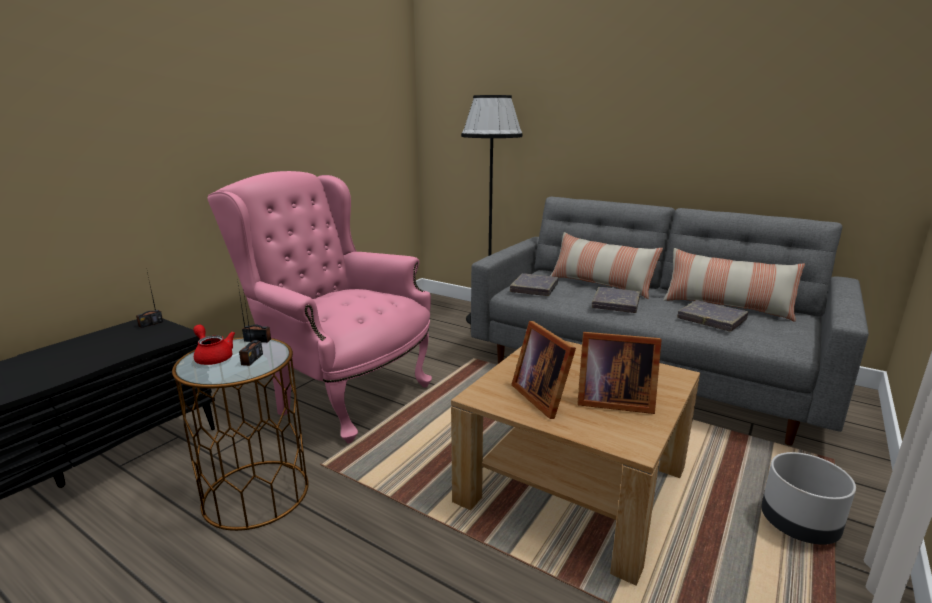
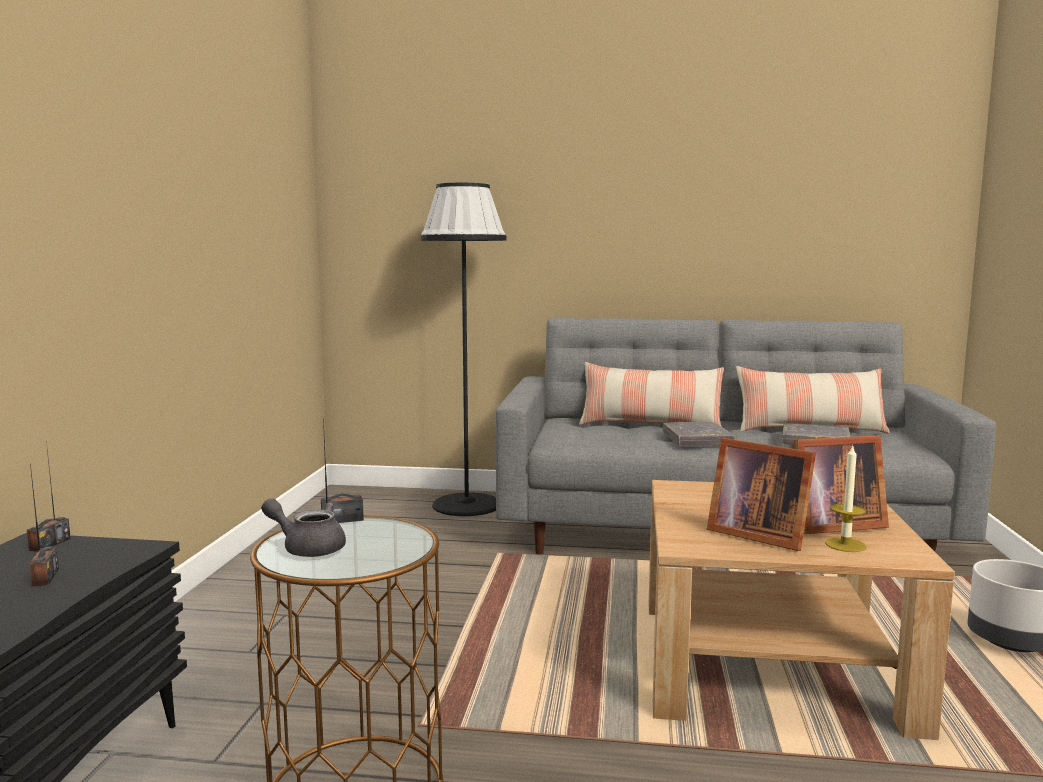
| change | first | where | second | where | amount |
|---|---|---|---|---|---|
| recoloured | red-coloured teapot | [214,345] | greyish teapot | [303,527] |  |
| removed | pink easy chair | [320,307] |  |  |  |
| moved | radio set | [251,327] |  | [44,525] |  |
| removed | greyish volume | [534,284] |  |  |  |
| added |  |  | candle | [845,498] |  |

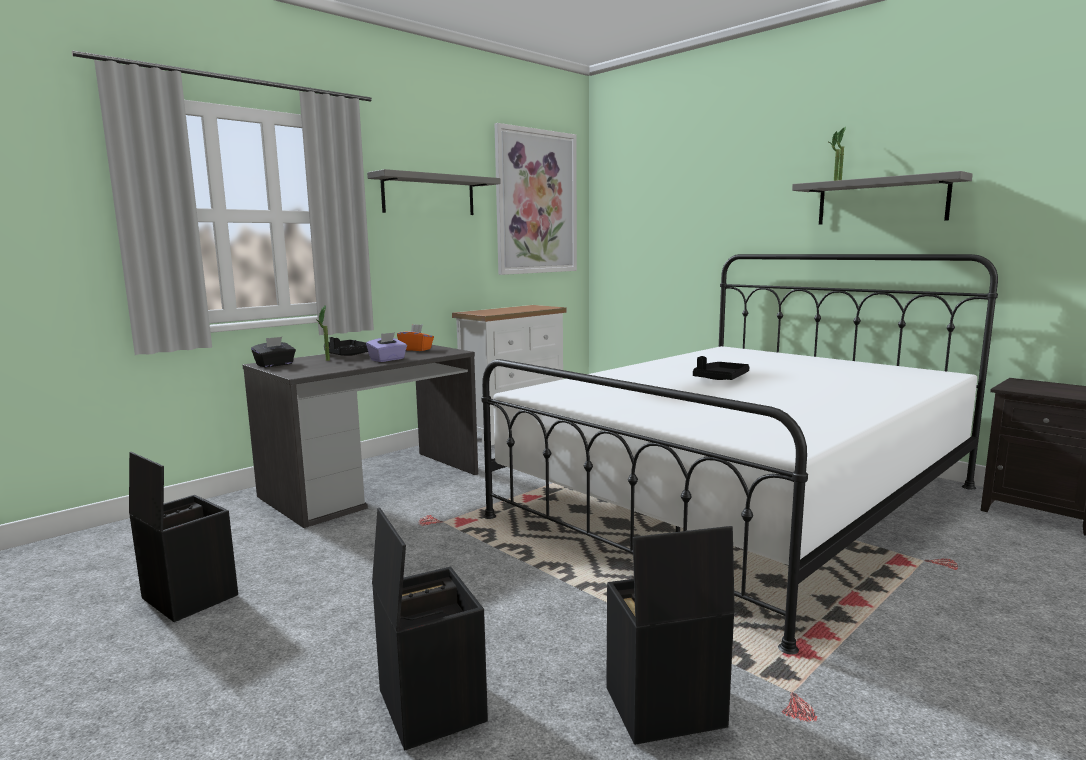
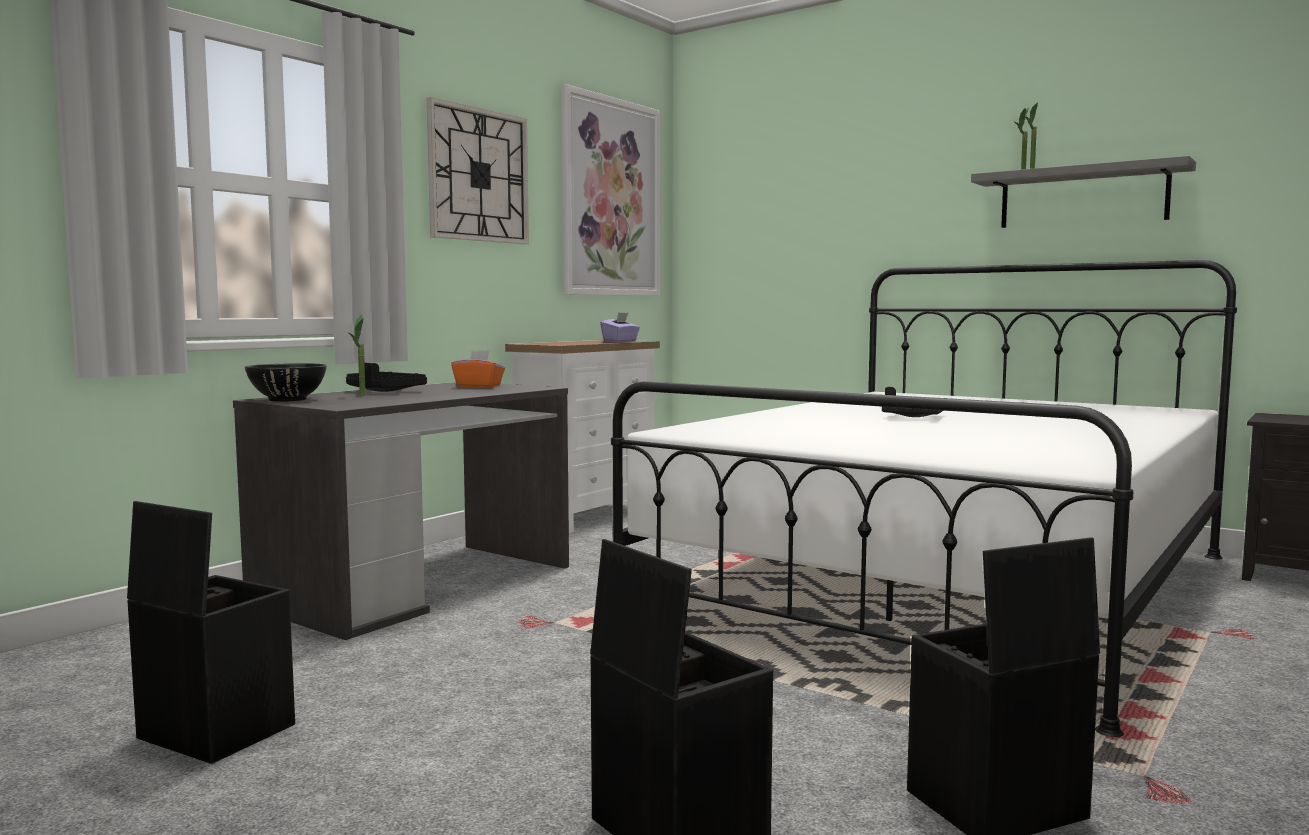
| change | first | where | second | where | amount |
|---|---|---|---|---|---|
| replaced | blackish box of tissues | [273,352] | blackish bowl | [286,382] |  |
| moved | purple box of tissues | [386,347] |  | [620,327] |  |
| replaced | greyish bracket shelf | [434,192] | wall clock | [478,170] |  |

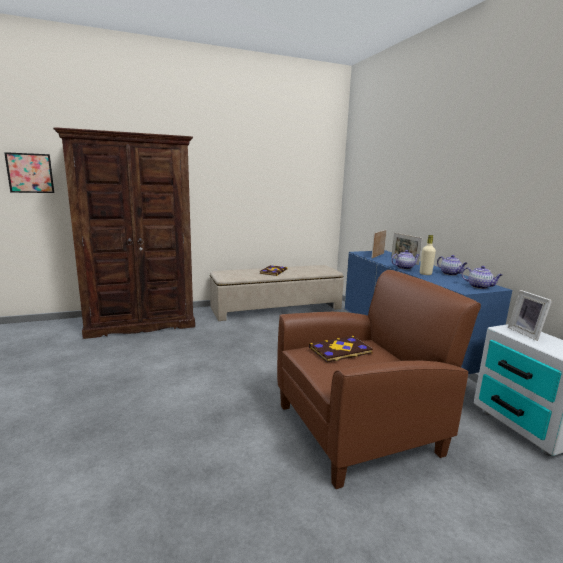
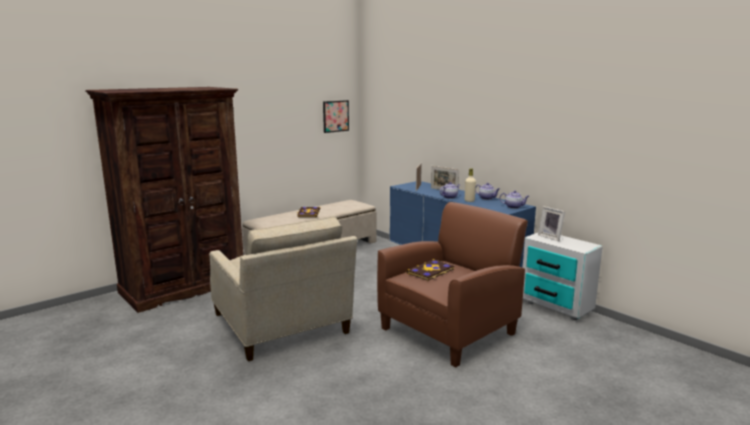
| change | first | where | second | where | amount |
|---|---|---|---|---|---|
| moved | picture | [29,172] |  | [336,116] |  |
| added |  |  | beige easy chair | [283,289] |  |

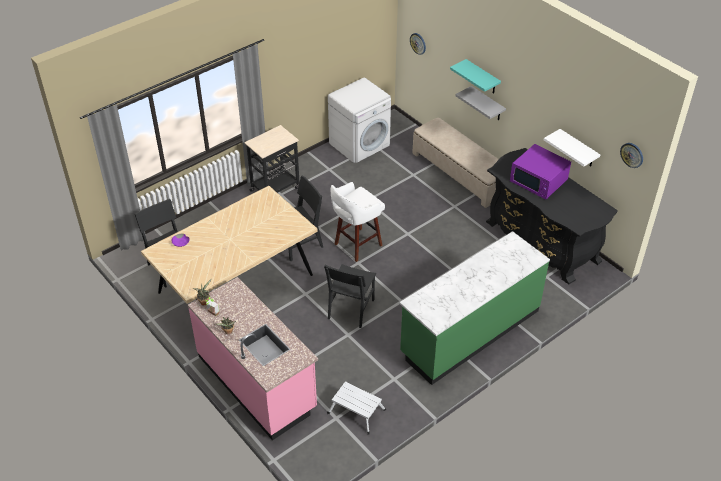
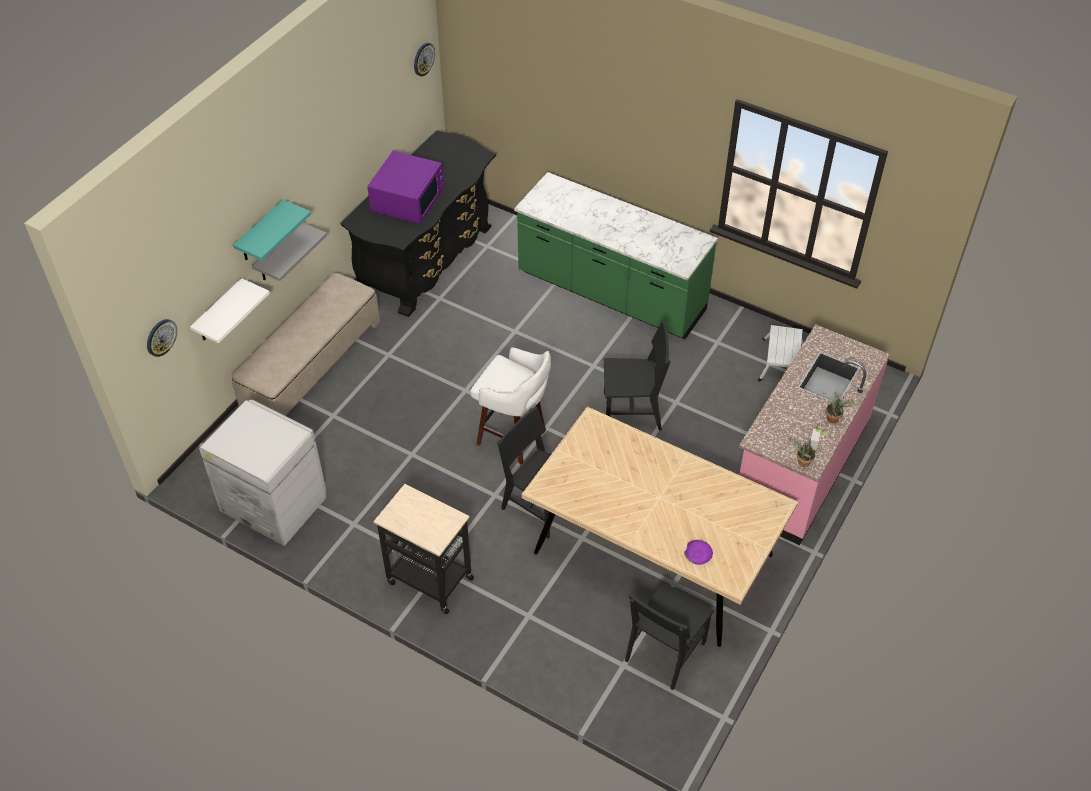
| change | first | where | second | where | amount |
|---|---|---|---|---|---|
| moved | whitish bracket shelf | [572,148] |  | [230,310] |  |

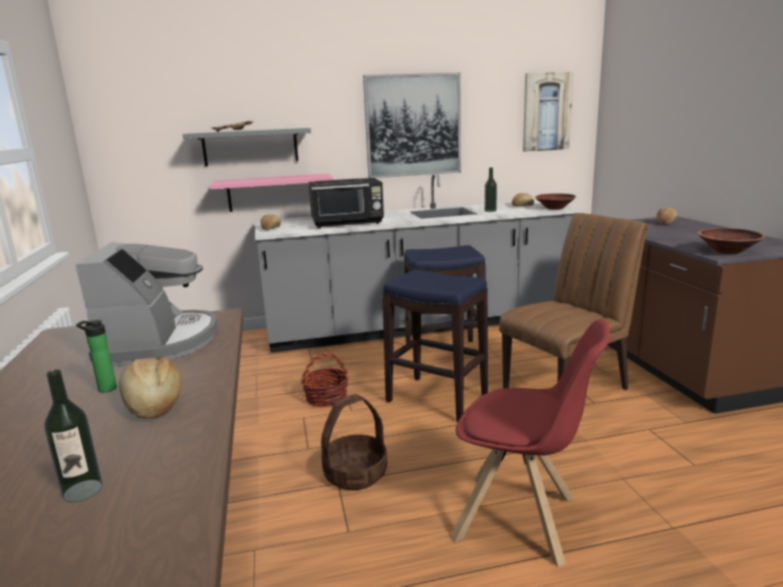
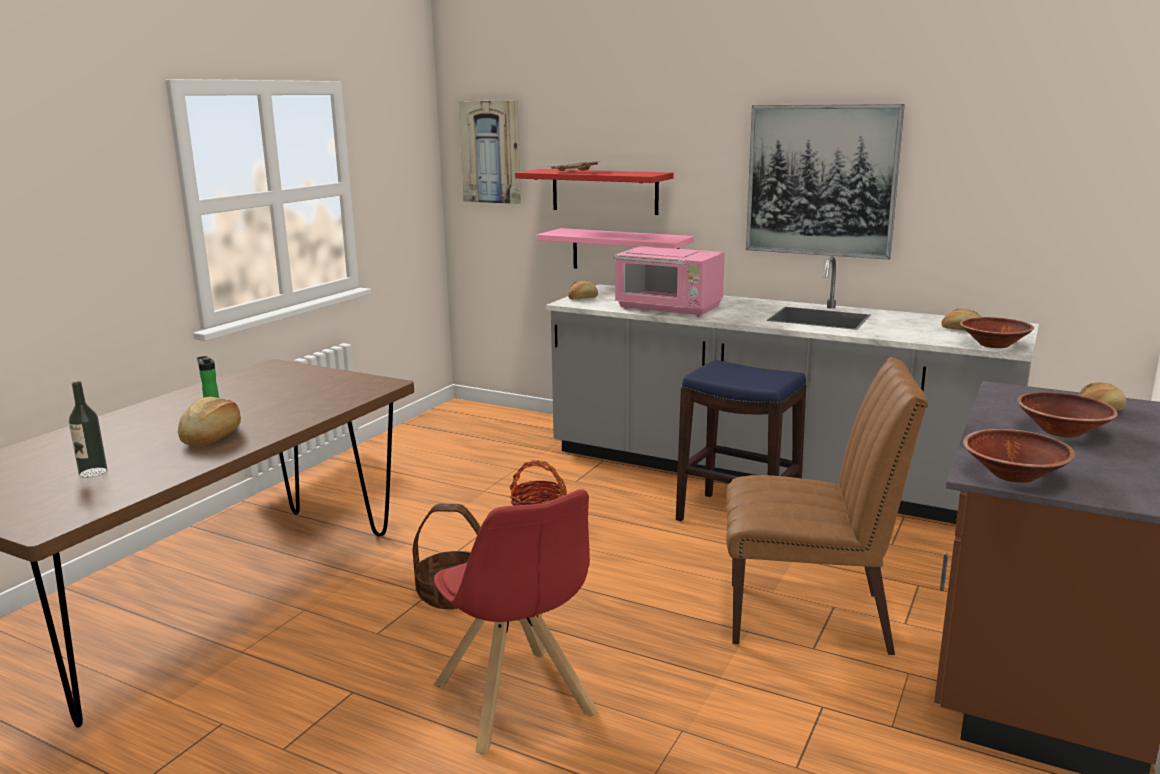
| change | first | where | second | where | amount |
|---|---|---|---|---|---|
| removed | coffee machine | [146,304] |  |  |  |
| recoloured | greyish bracket shelf | [246,147] | red-coloured bracket shelf | [594,192] |  |
| recoloured | blackish microwave | [346,203] | pink microwave | [669,281] |  |
| removed | stool | [435,345] |  |  |  |
| removed | bottle | [491,189] |  |  |  |
| moved | picture | [548,112] |  | [489,152] |  |
| added |  |  | brown bowl | [1067,415] |  |

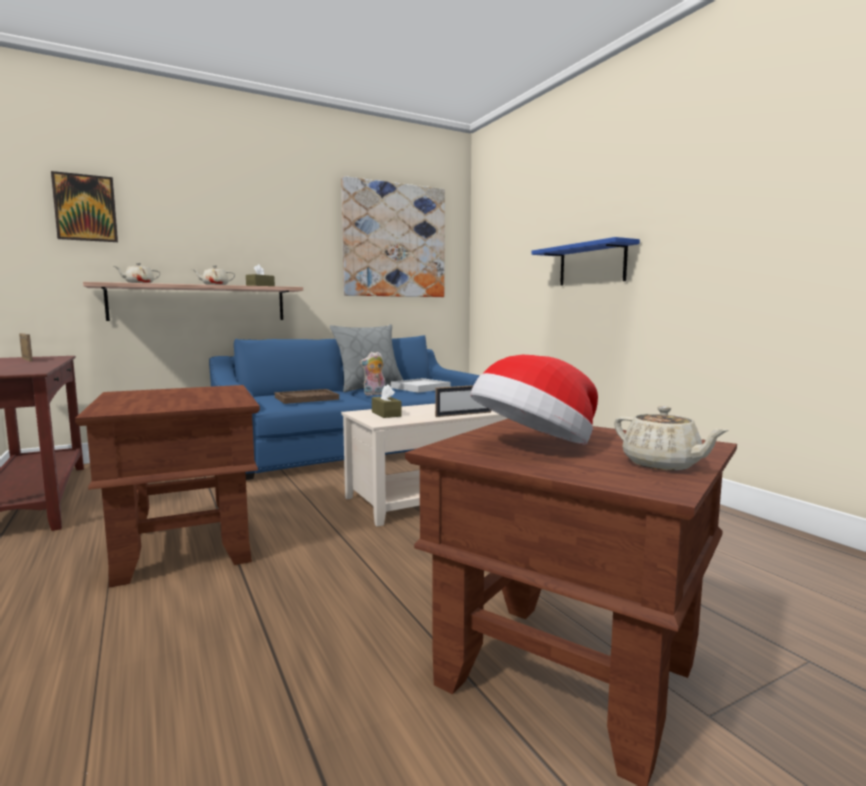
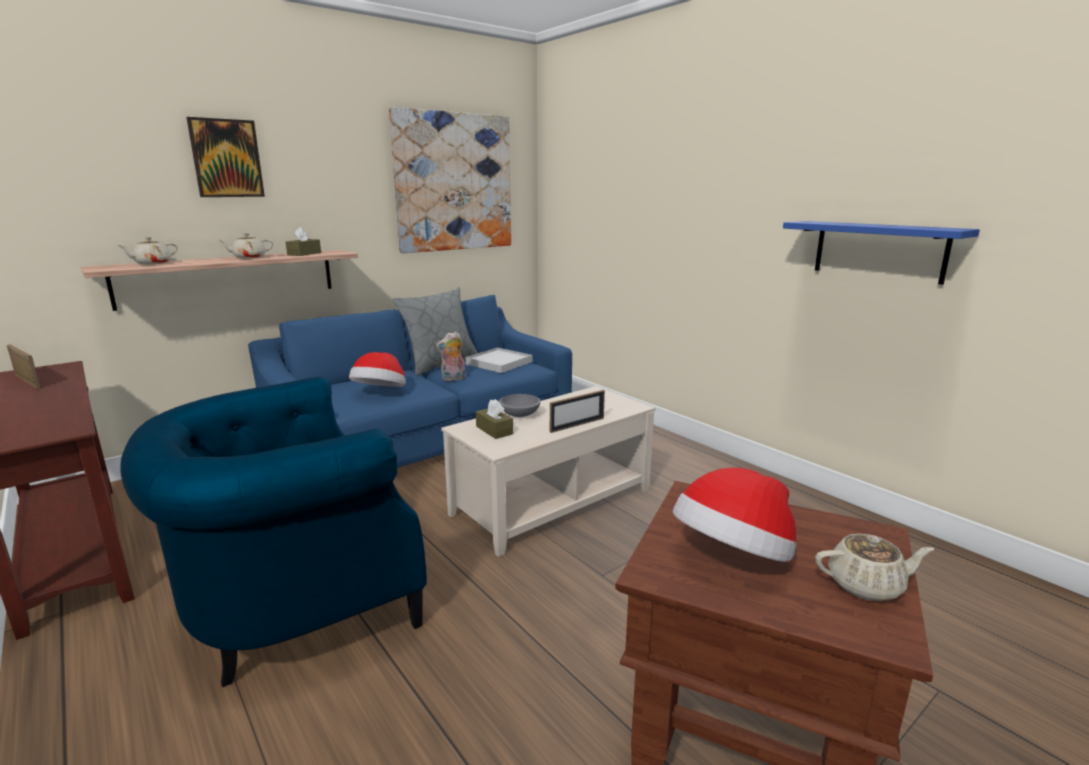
| change | first | where | second | where | amount |
|---|---|---|---|---|---|
| moved | picture | [84,206] |  | [225,157] |  |
| replaced | brown side table | [167,486] | bluish easy chair | [273,532] |  |
| replaced | brown serving tray | [307,396] | wearable hat | [377,369] |  |
| moved | bluish bracket shelf | [585,261] |  | [881,253] |  |
| turned | beige teapot | [671,438] |  | [874,567] | 45 degrees counterclockwise |
| added |  |  | greyish bowl | [520,405] |  |

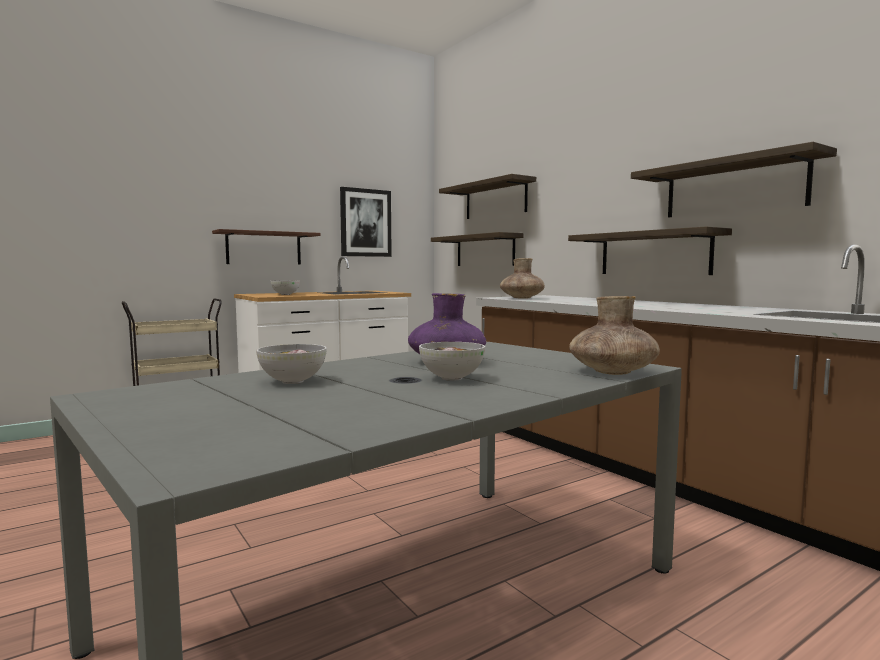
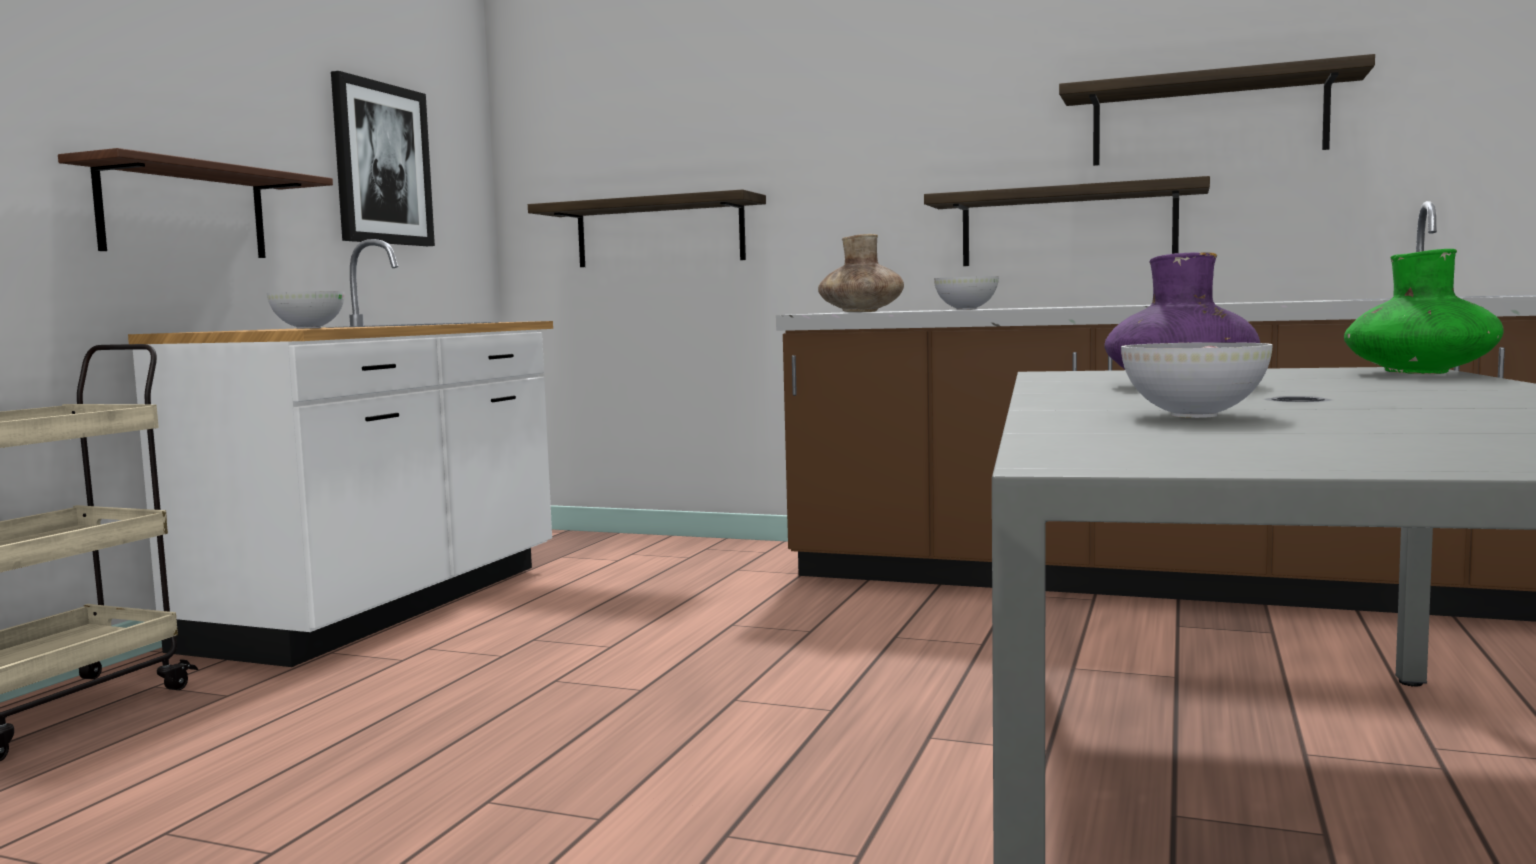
| change | first | where | second | where | amount |
|---|---|---|---|---|---|
| moved | bowl | [452,361] |  | [966,293] |  |
| removed | bracket shelf | [487,196] |  |  |  |
| recoloured | brown decorative vase | [614,335] | greenish decorative vase | [1423,311] |  |

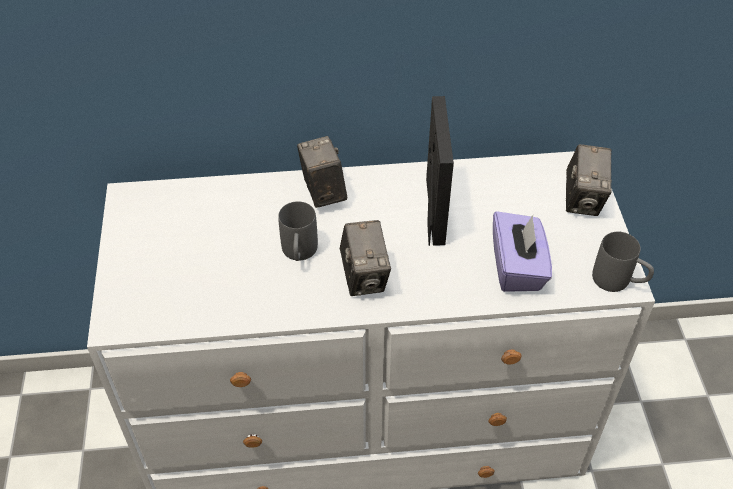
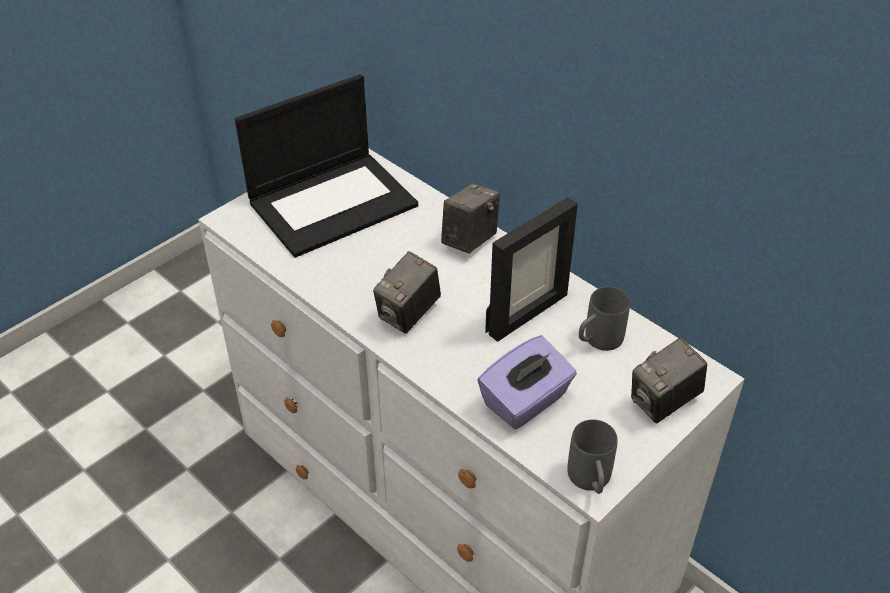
| change | first | where | second | where | amount |
|---|---|---|---|---|---|
| moved | greyish mug | [298,231] |  | [604,319] |  |
| added |  |  | laptop | [326,166] |  |

